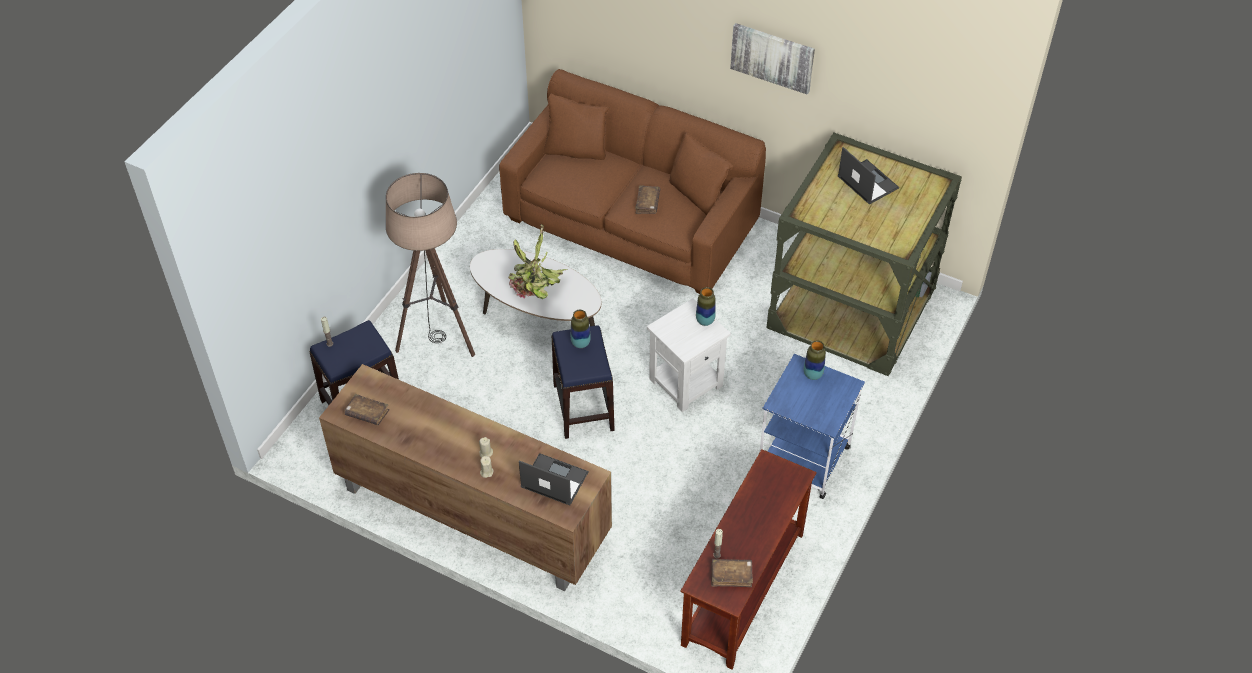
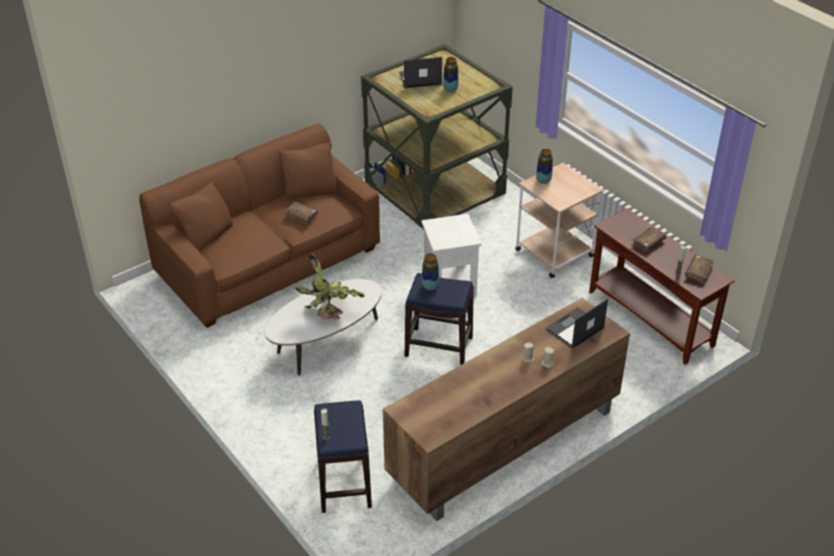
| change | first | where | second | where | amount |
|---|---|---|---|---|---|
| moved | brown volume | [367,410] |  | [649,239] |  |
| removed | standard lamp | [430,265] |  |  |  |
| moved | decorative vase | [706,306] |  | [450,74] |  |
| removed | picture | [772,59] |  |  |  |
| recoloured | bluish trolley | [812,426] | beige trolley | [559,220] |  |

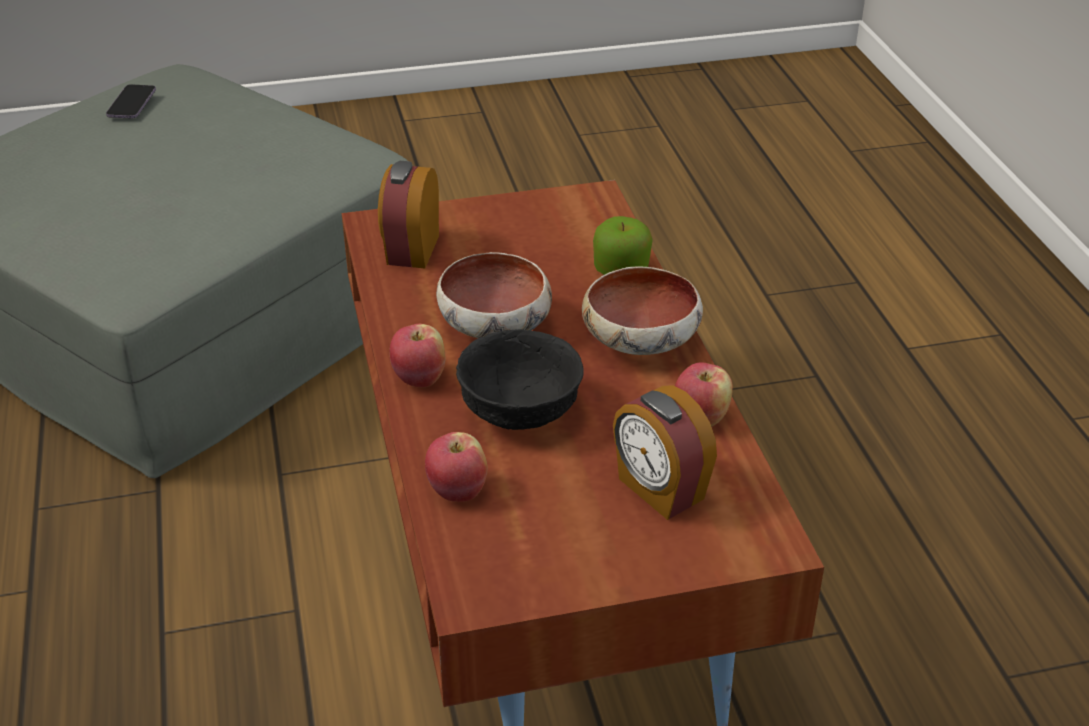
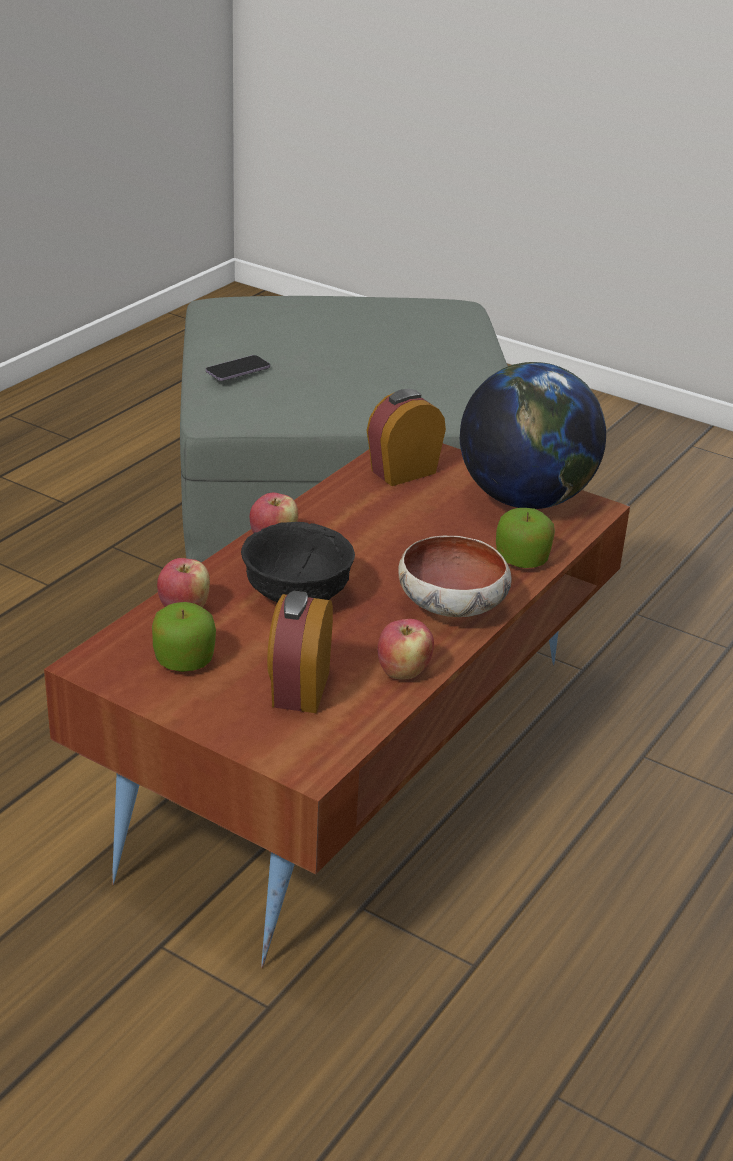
| change | first | where | second | where | amount |
|---|---|---|---|---|---|
| moved | telephone | [131,101] |  | [238,368] |  |
| removed | bowl | [494,295] |  |  |  |
| added |  |  | whole apple | [184,637] |  |
| added |  |  | desk globe | [533,435] |  |

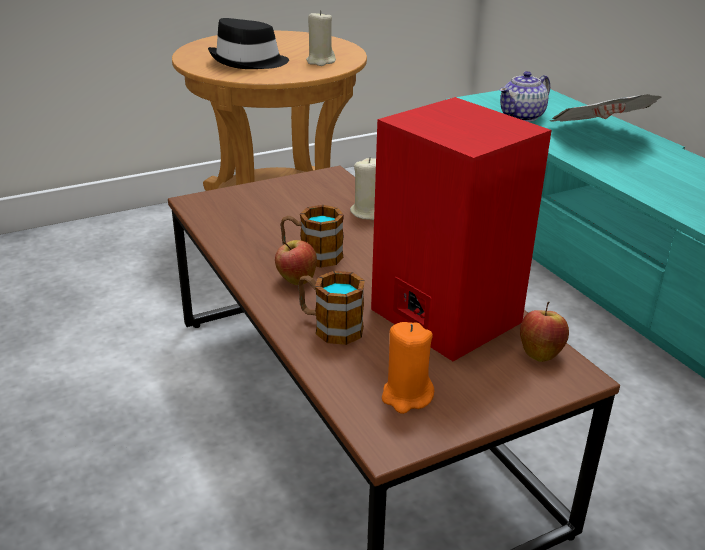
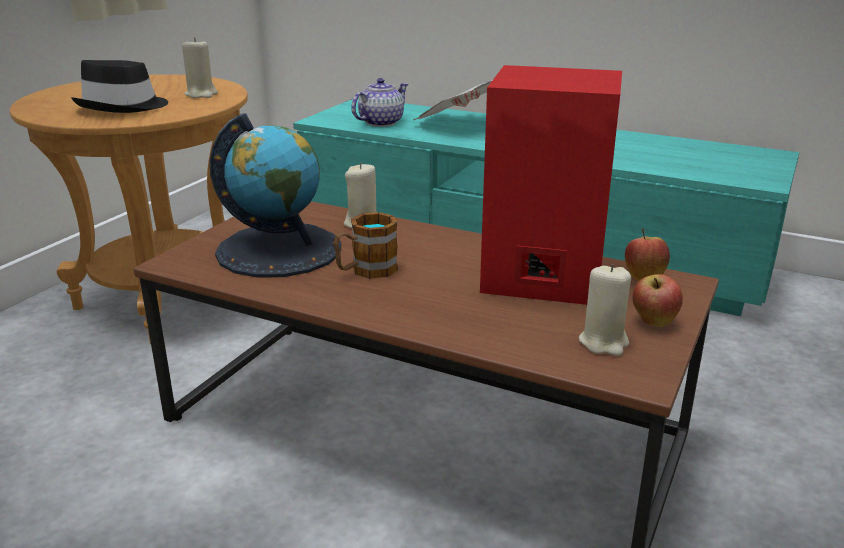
| change | first | where | second | where | amount |
|---|---|---|---|---|---|
| moved | whole apple | [296,262] |  | [657,300] |  |
| removed | mug | [331,308] |  |  |  |
| recoloured | orangey candle | [408,368] | beige candle | [605,310] |  |
| turned | teapot | [524,96] |  | [379,102] | 150 degrees counterclockwise |
| added |  |  | desk globe | [275,195] |  |

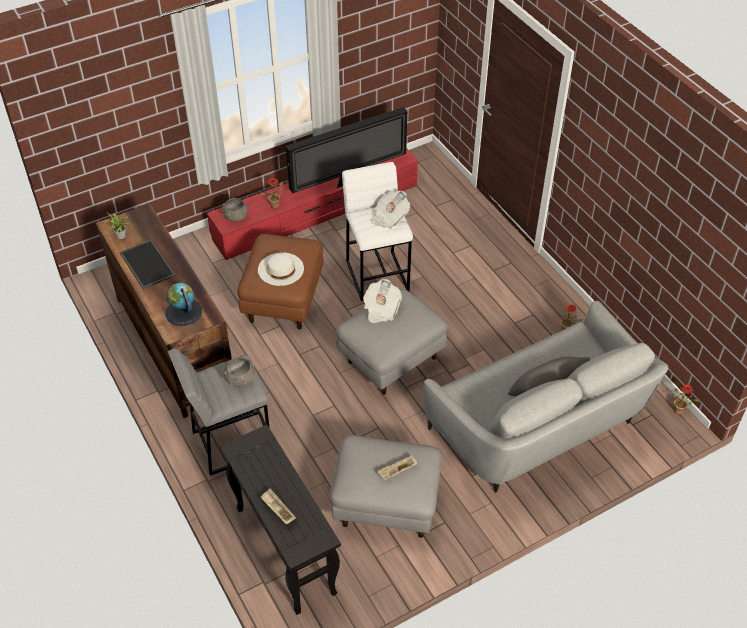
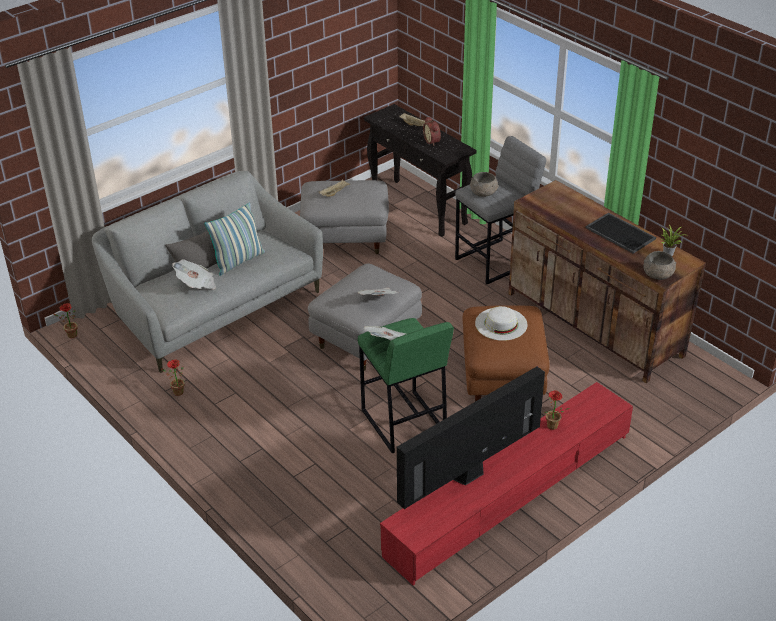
| change | first | where | second | where | amount |
|---|---|---|---|---|---|
| removed | desk globe | [183,304] |  |  |  |
| moved | greyish bowl | [235,210] |  | [660,265] |  |
| recoloured | whitish stool | [377,231] | greenish stool | [406,385] |  |
| added |  |  | printed paper | [194,274] |  |
| added |  |  | cushion | [235,239] |  |
| added |  |  | bedside clock | [432,131] |  |

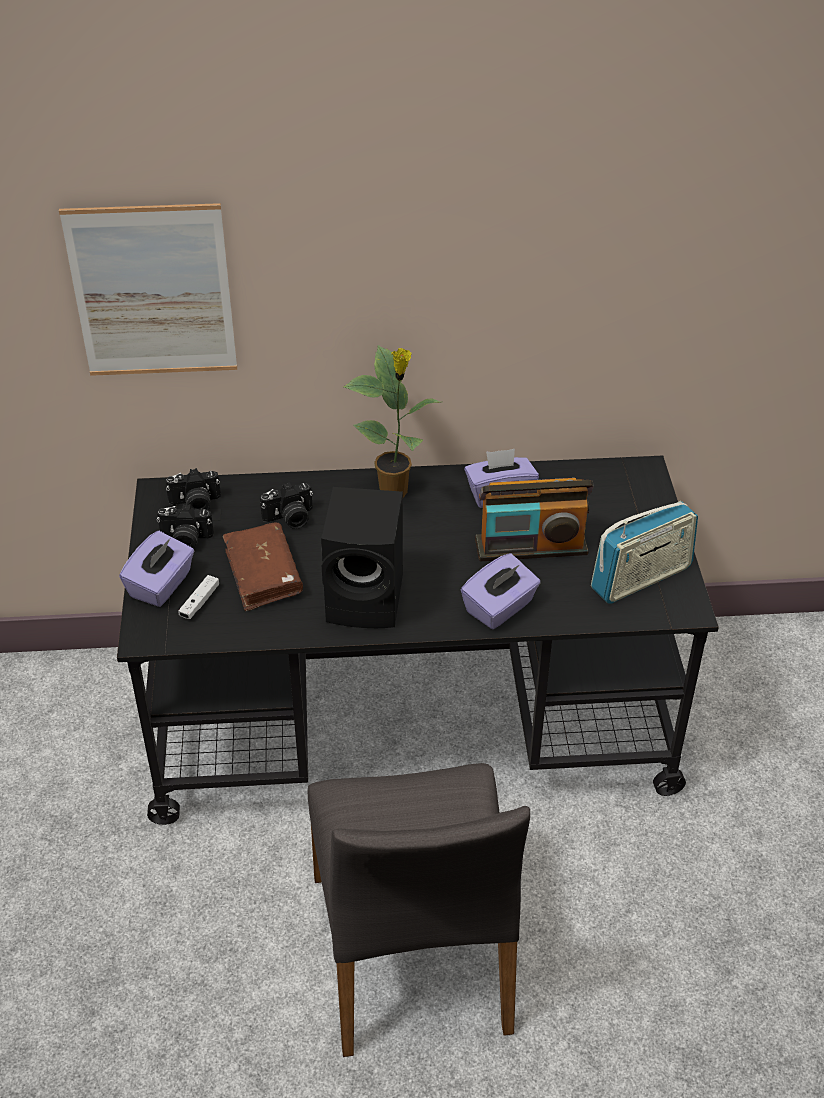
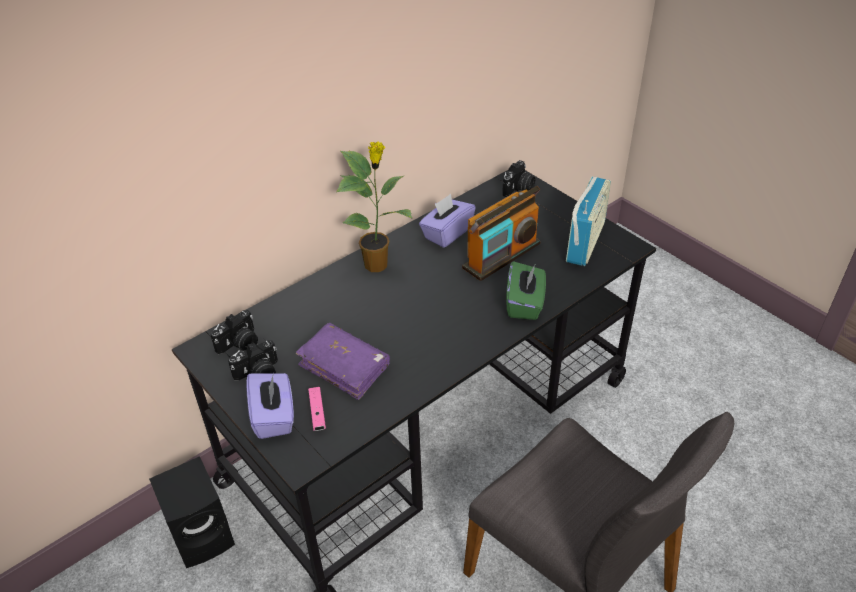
| change | first | where | second | where | amount |
|---|---|---|---|---|---|
| removed | picture | [148,289] |  |  |  |
| recoloured | whitish game controller | [198,597] | pink game controller | [317,409] |  |
| recoloured | brown volume | [263,566] | purple volume | [343,361] |  |
| moved | still camera | [286,505] |  | [518,178] |  |
| moved | blackish speaker | [362,557] |  | [192,512] |  |
| recoloured | purple box of tissues | [501,591] | greenish box of tissues | [526,290] |  |

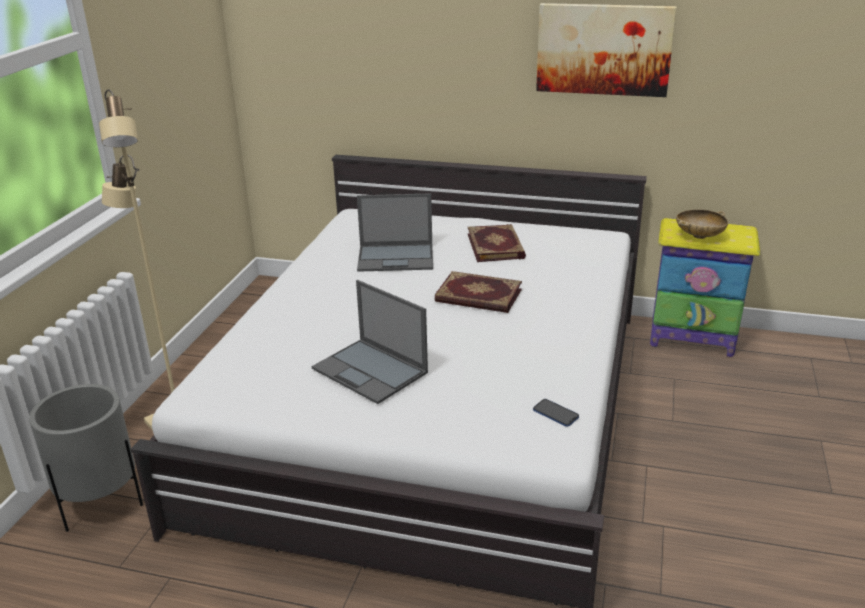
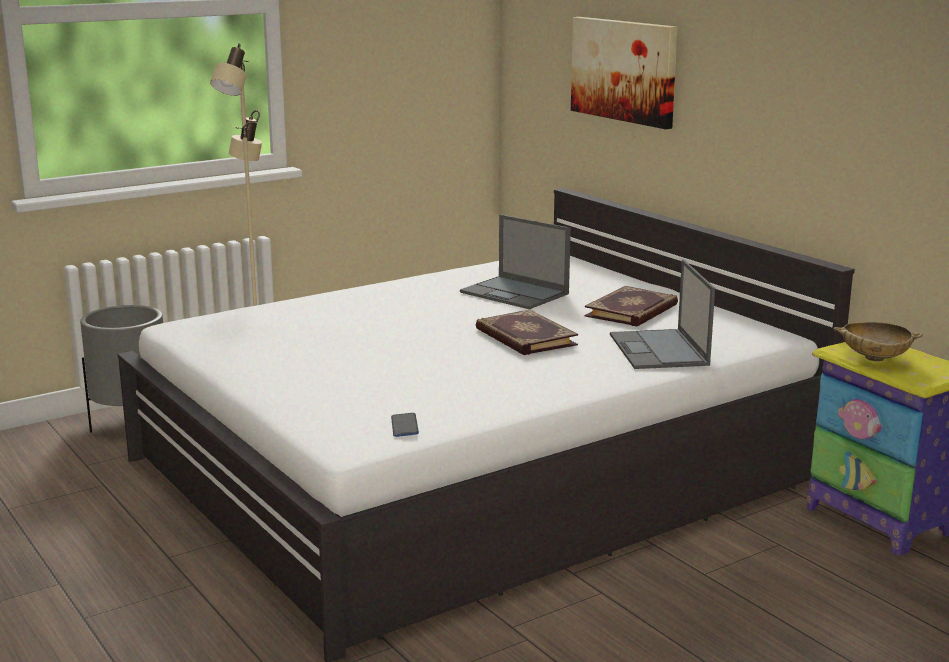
| change | first | where | second | where | amount |
|---|---|---|---|---|---|
| moved | laptop | [370,342] |  | [662,314] |  |
| moved | picture | [606,50] |  | [624,73] |  |

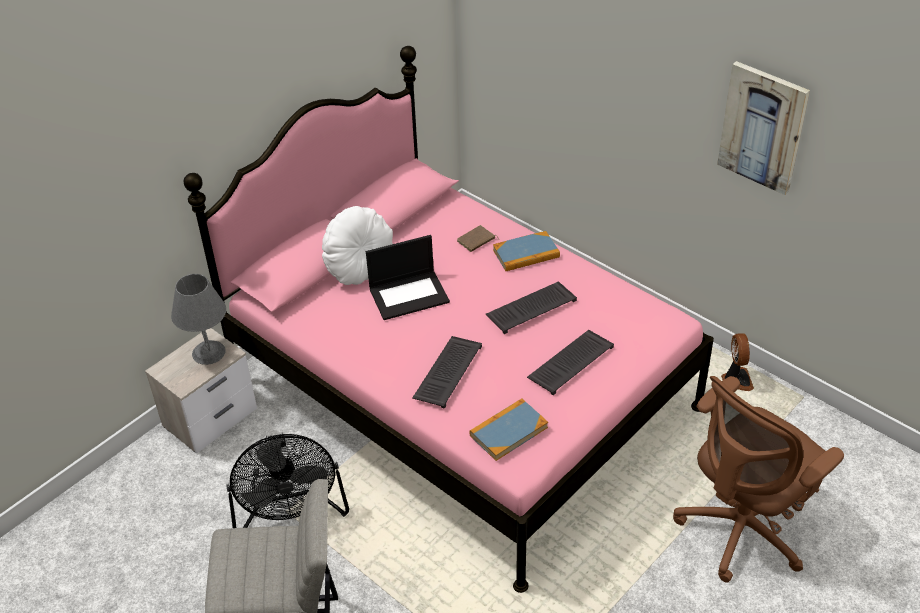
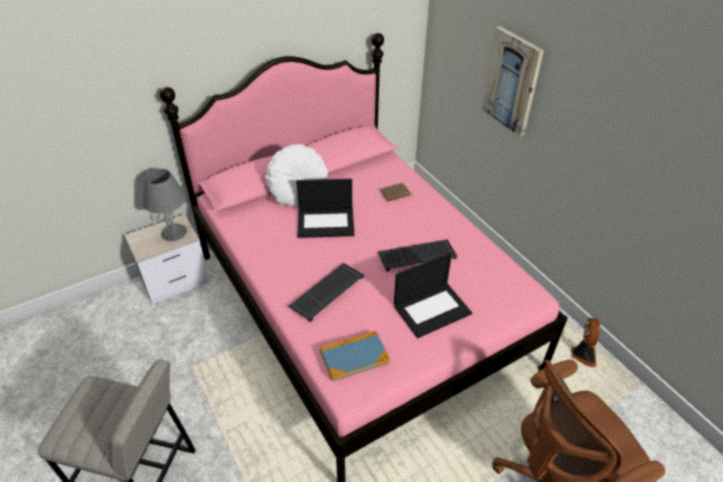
| change | first | where | second | where | amount |
|---|---|---|---|---|---|
| removed | blackish fan | [288,480] |  |  |  |
| removed | volume | [526,251] |  |  |  |
| replaced | computer keyboard | [570,362] | laptop | [433,295] |  |
| moved | picture | [763,128] |  | [513,81] |  |

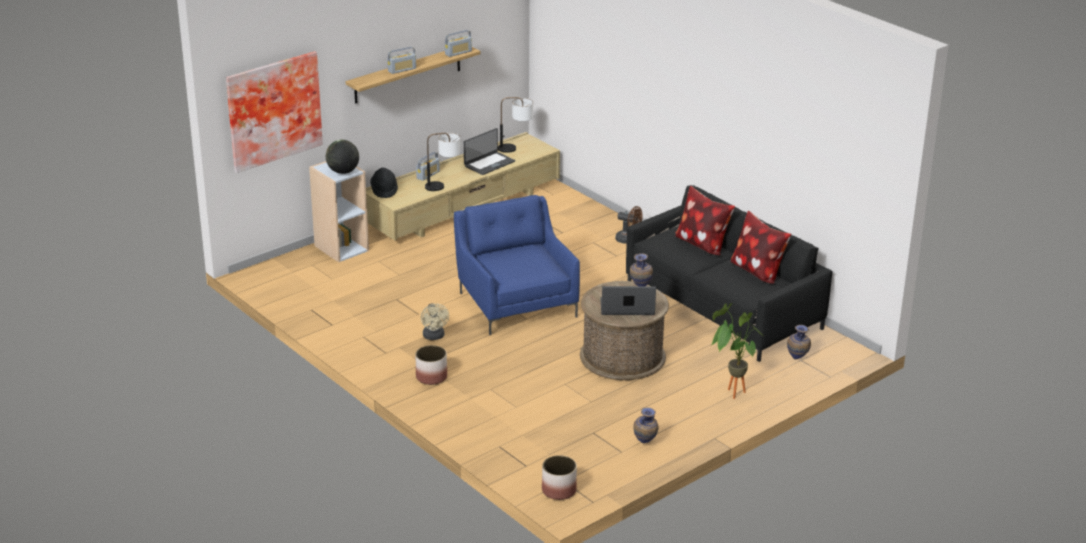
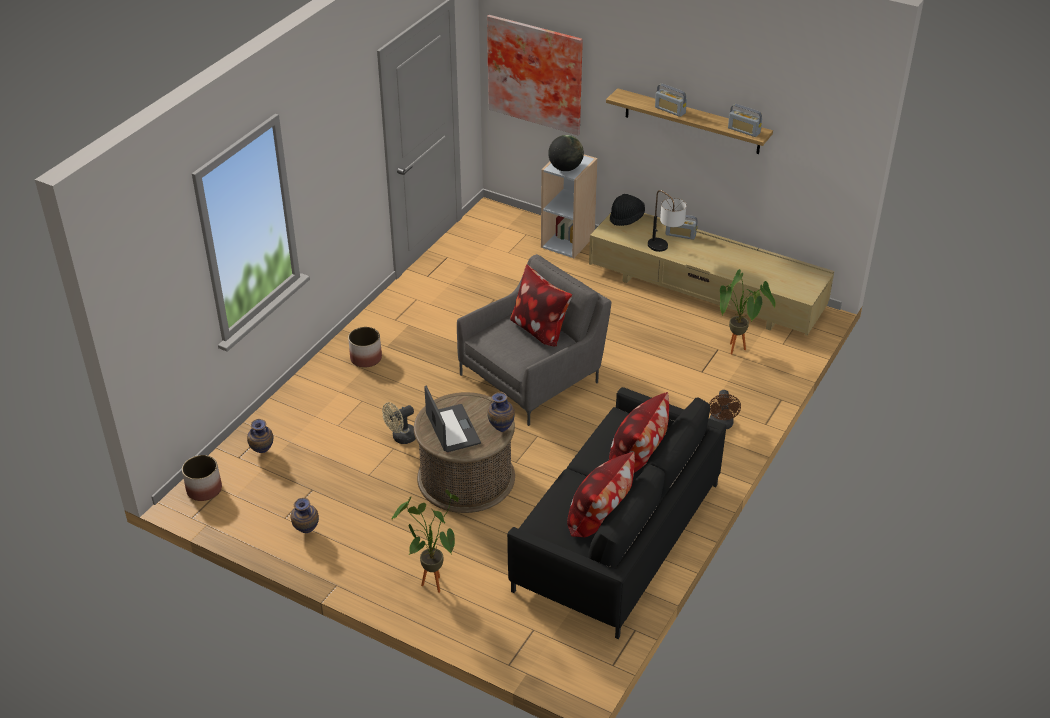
| change | first | where | second | where | amount |
|---|---|---|---|---|---|
| moved | beige fan | [435,321] |  | [399,423] |  |
| recoloured | bluish easy chair | [517,265] | greyish easy chair | [534,340] |  |
| removed | laptop | [489,151] |  |  |  |
| removed | lamp for a table | [515,125] |  |  |  |
| moved | decorative vase | [799,342] |  | [260,436] |  |
| added |  |  | cushion | [541,305] |  |
| added |  |  | houseplant | [748,311] |  |

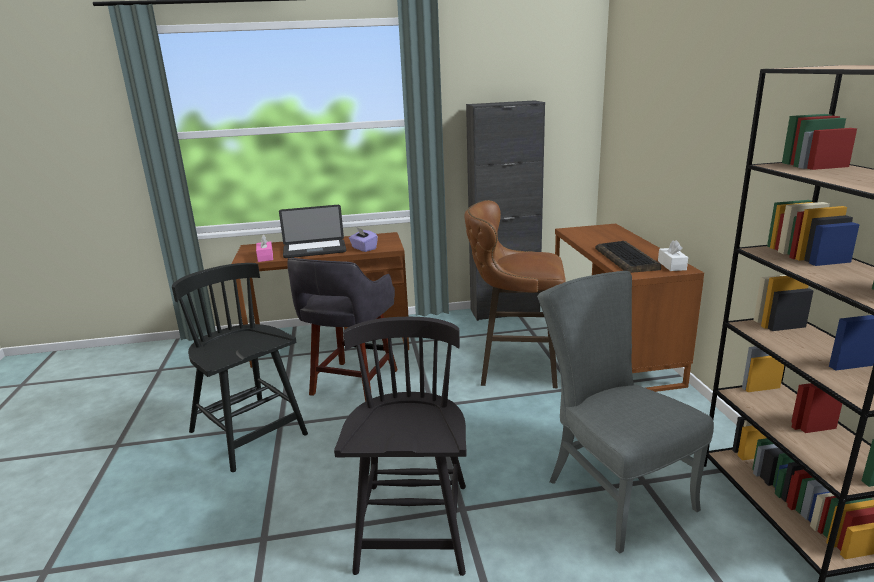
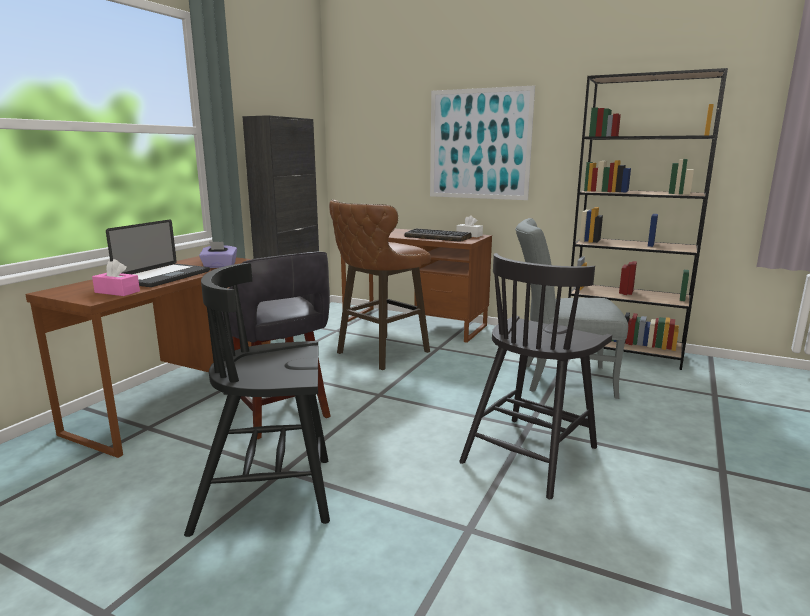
| change | first | where | second | where | amount |
|---|---|---|---|---|---|
| turned | blackish chair | [400,446] |  | [535,376] | 90 degrees counterclockwise |
| added |  |  | picture | [482,142] |  |

